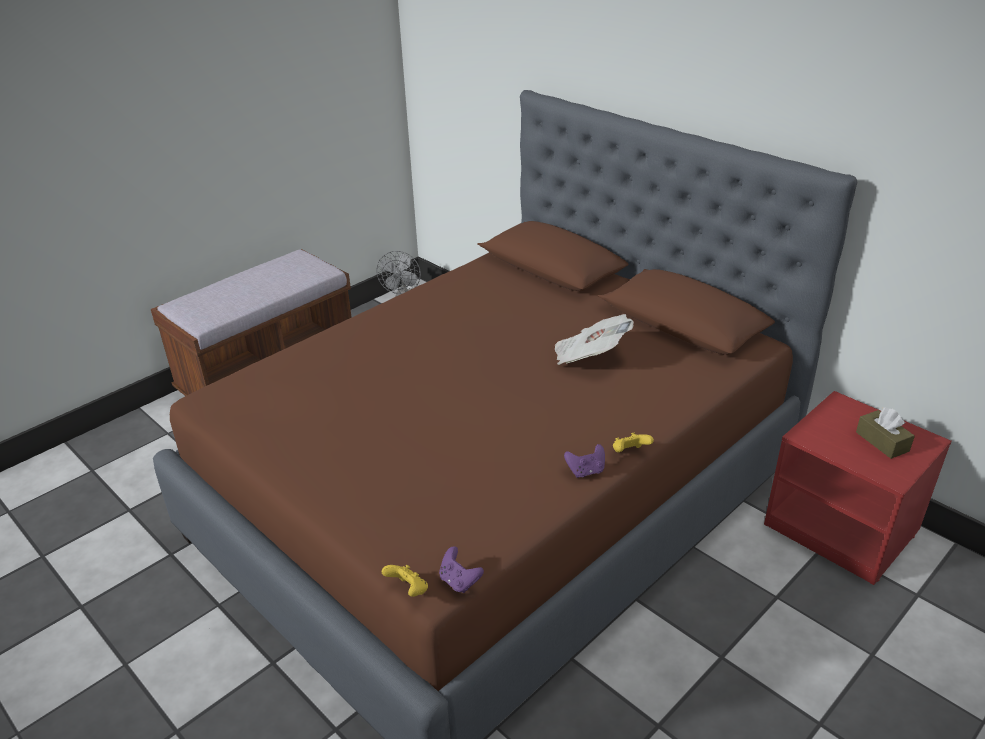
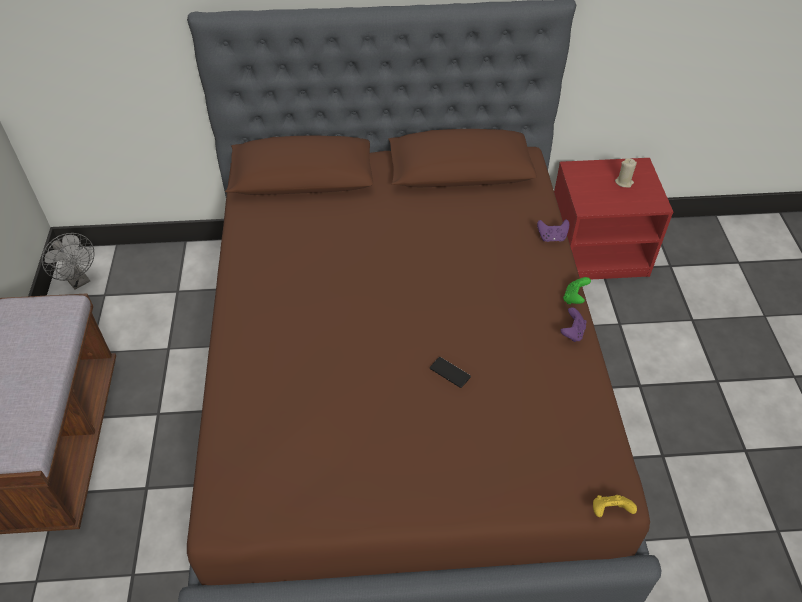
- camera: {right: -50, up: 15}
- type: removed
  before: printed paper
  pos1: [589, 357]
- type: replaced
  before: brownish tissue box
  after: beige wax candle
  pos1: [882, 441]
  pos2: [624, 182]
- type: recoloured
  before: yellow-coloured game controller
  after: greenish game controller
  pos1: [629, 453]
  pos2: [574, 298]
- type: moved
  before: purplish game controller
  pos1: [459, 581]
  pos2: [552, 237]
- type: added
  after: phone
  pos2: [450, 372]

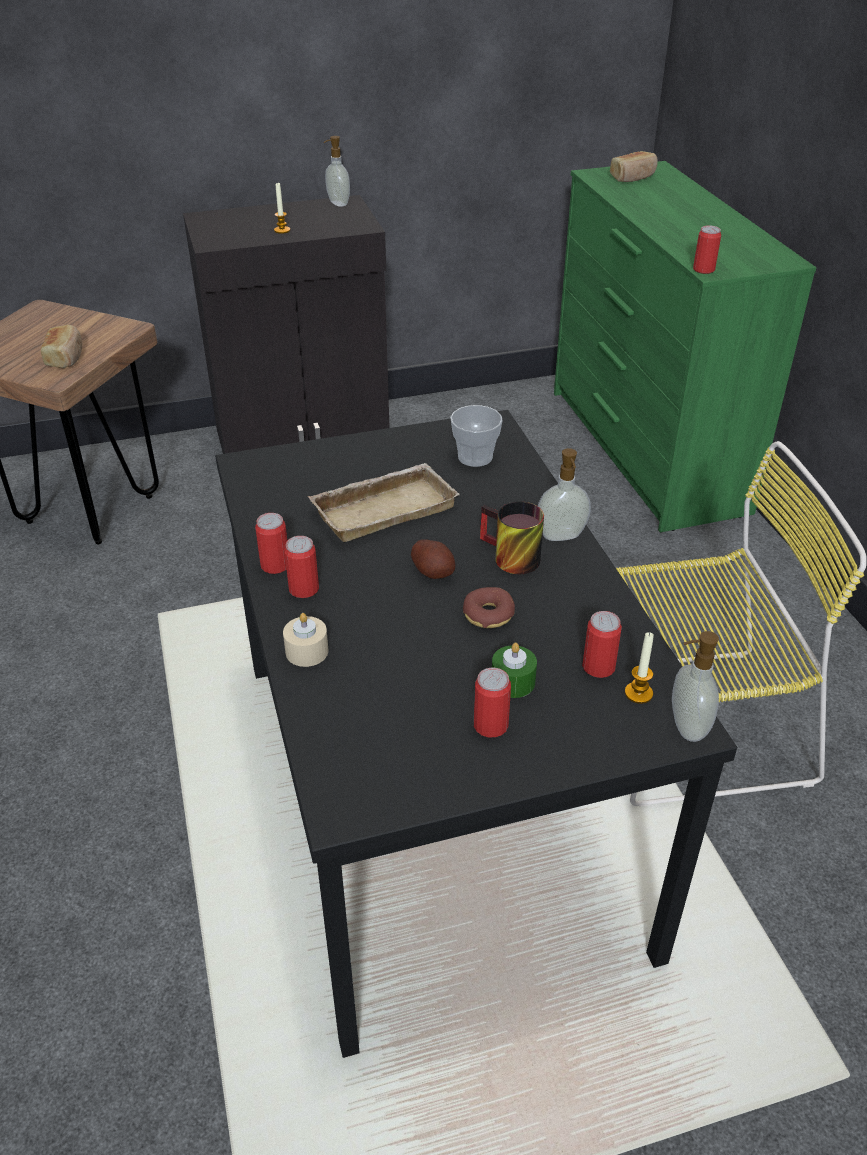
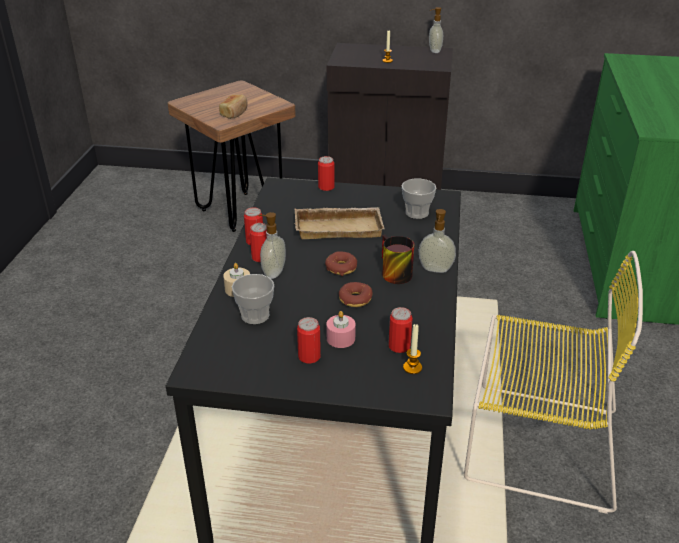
- camera: {right: 25, up: -5}
- type: removed
  before: baked bread
  pos1: [633, 177]
- type: moved
  before: metal can
  pos1: [703, 269]
  pos2: [326, 187]
- type: replaced
  before: spud
  after: ring doughnut
  pos1: [433, 571]
  pos2: [341, 268]
- type: moved
  before: liquid soap bottle
  pos1: [686, 726]
  pos2: [273, 272]
- type: recoloured
  before: greenish wax candle
  after: pink wax candle
  pos1: [513, 681]
  pos2: [340, 338]
- type: added
  after: small cup
  pos2: [255, 315]

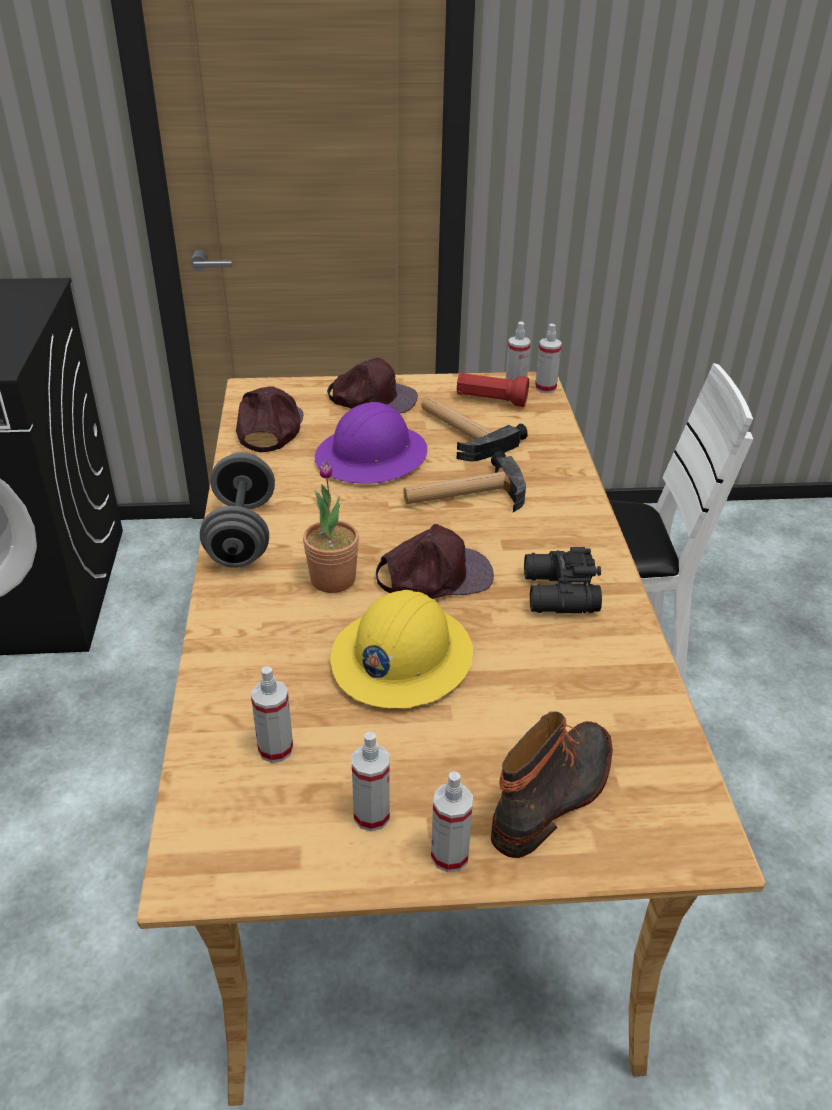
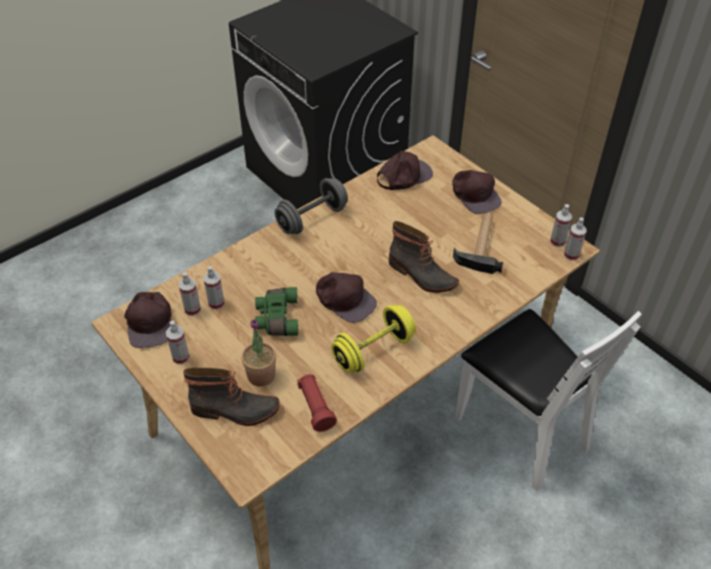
- camera: {right: 55, up: 10}
- type: moved
  before: reddish hand torch
  pos1: [491, 400]
  pos2: [316, 408]
- type: removed
  before: purplish work helmet
  pos1: [372, 457]
- type: replaced
  before: hammer
  after: boot
  pos1: [463, 495]
  pos2: [421, 276]
- type: moved
  before: potted plant
  pos1: [333, 579]
  pos2: [261, 375]
- type: replaced
  before: black pair of binoculars
  after: yellow-coloured free weight
  pos1: [558, 594]
  pos2: [373, 351]
- type: replaced
  before: yellow-coloured work helmet
  after: greenish pair of binoculars
  pos1: [401, 658]
  pos2: [276, 318]
- type: moved
  before: hand sprayer
  pos1: [449, 855]
  pos2: [216, 303]
- type: added
  after: brownish cap
  pos2: [150, 322]

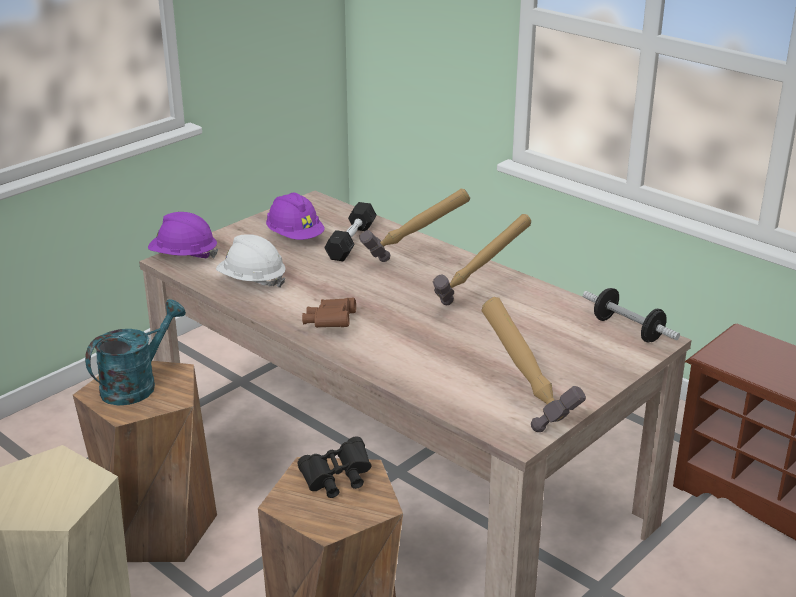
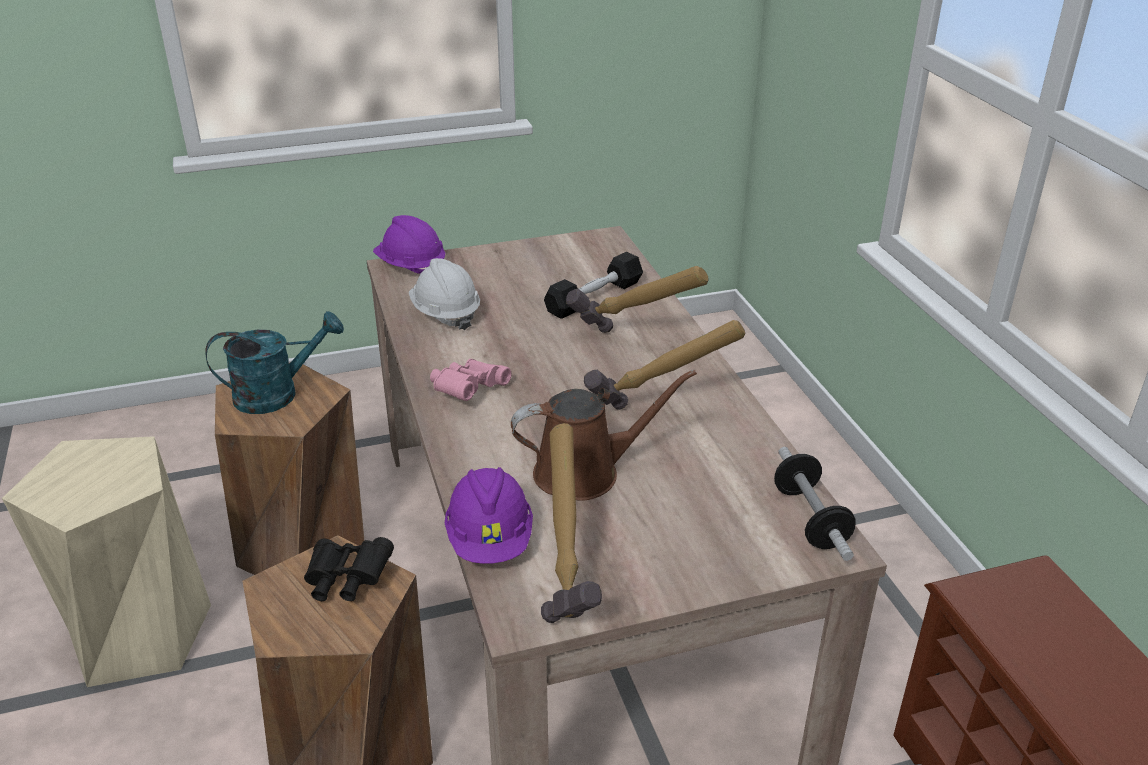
- camera: {right: 30, up: 5}
- type: moved
  before: purplish work helmet
  pos1: [295, 237]
  pos2: [490, 539]
- type: recoloured
  before: brownish pair of binoculars
  after: pink pair of binoculars
  pos1: [330, 324]
  pos2: [468, 391]
- type: added
  after: brownish sprinkling can
  pos2: [585, 472]

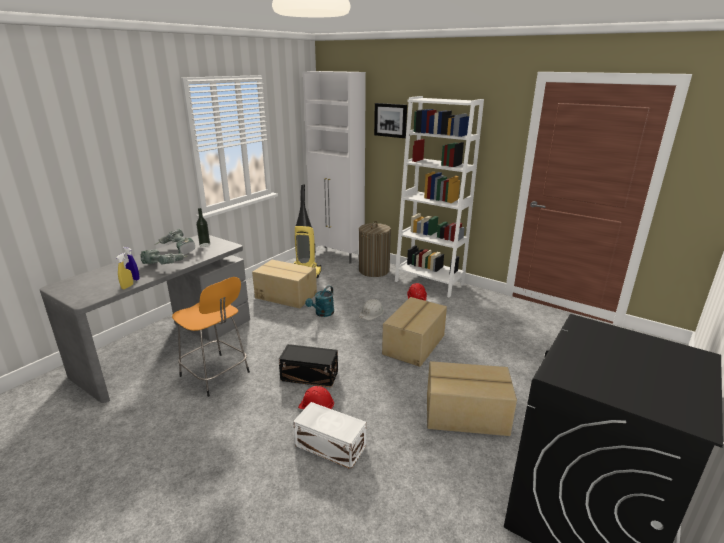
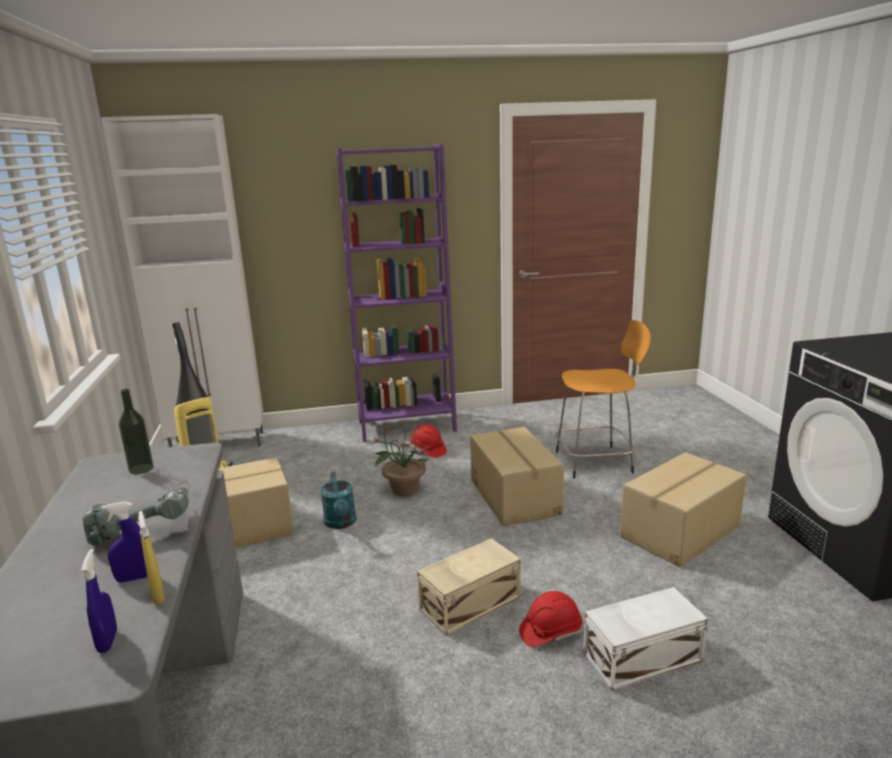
- camera: {right: -45, up: -5}
- type: recoloured
  before: white bookshelf
  after: purplish bookshelf
  pos1: [429, 282]
  pos2: [406, 426]
- type: removed
  before: wall picture
  pos1: [390, 120]
- type: removed
  before: hamper
  pos1: [374, 270]
- type: removed
  before: power drill
  pos1: [177, 250]
- type: moved
  before: orangey stool
  pos1: [216, 375]
  pos2: [596, 462]
- type: replaced
  before: white work helmet
  after: potted plant
  pos1: [371, 313]
  pos2: [404, 489]
- type: recoloured
  before: black storage bin
  after: beige storage bin
  pos1: [309, 375]
  pos2: [468, 603]
- type: added
  after: bluish hand sprayer
  pos2: [107, 641]

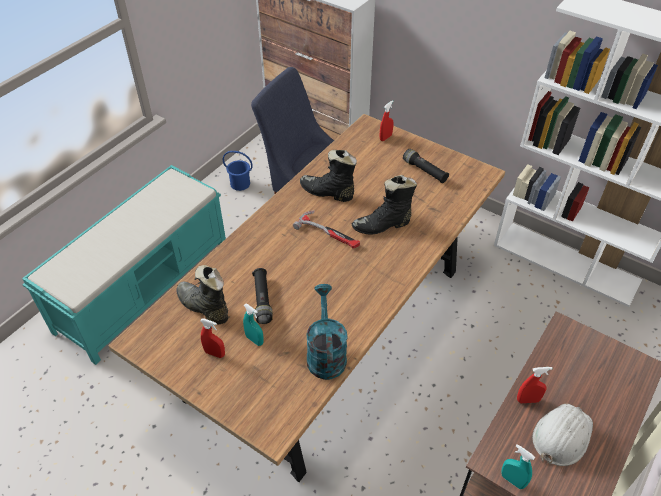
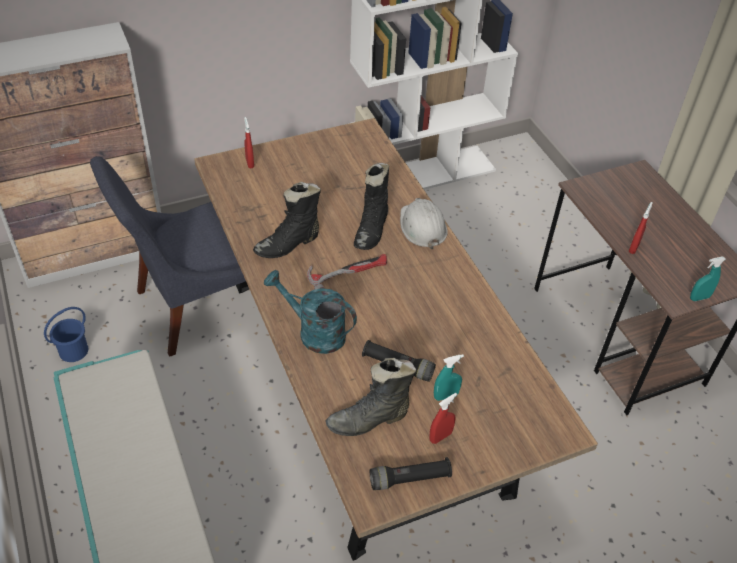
- camera: {right: -60, up: 0}
- type: moved
  before: black hand torch
  pos1: [424, 171]
  pos2: [410, 479]
- type: moved
  before: turquoise sprinkling can
  pos1: [325, 353]
  pos2: [314, 332]
- type: moved
  before: white work helmet
  pos1: [561, 435]
  pos2: [422, 227]

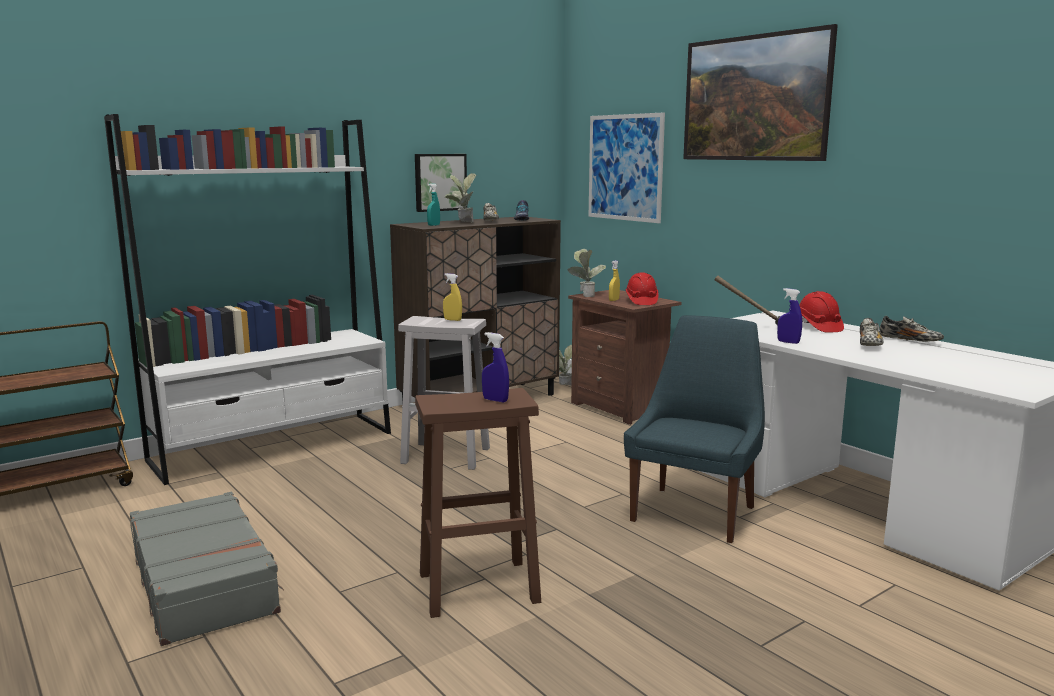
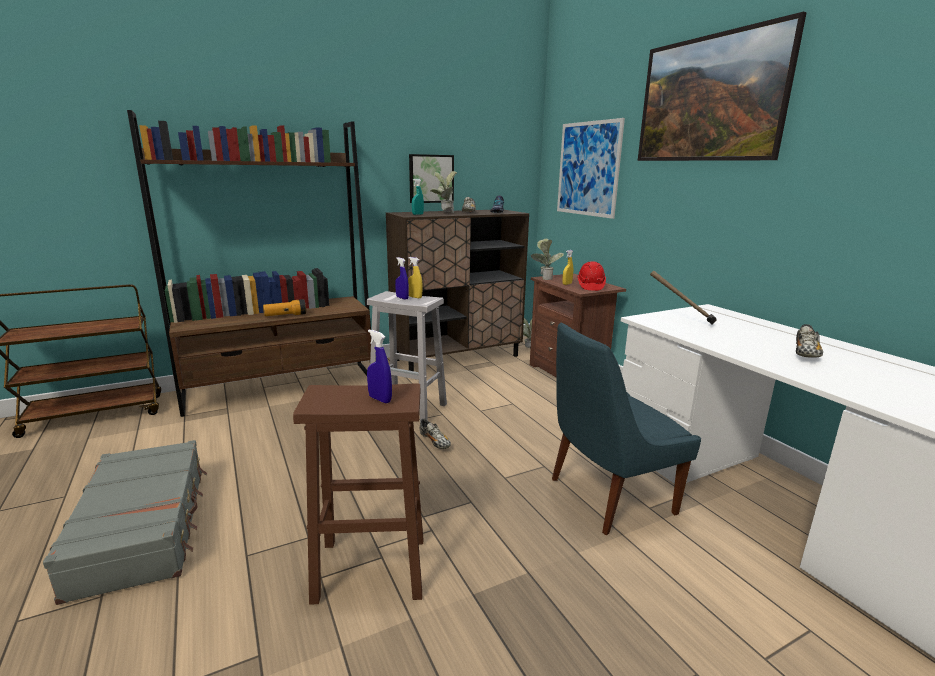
- camera: {right: 10, up: 5}
- type: recoloured
  before: white bookshelf
  after: brownish bookshelf
  pos1: [274, 446]
  pos2: [282, 387]
- type: moved
  before: bluish hand sprayer
  pos1: [788, 342]
  pos2: [402, 298]
- type: removed
  before: reddish work helmet
  pos1: [818, 327]
- type: turned
  before: bluish plain chair
  pos1: [695, 512]
  pos2: [607, 497]
  turn: -150
- type: moved
  before: item of footwear
  pos1: [910, 341]
  pos2: [435, 442]
- type: added
  after: hand torch
  pos2: [285, 315]

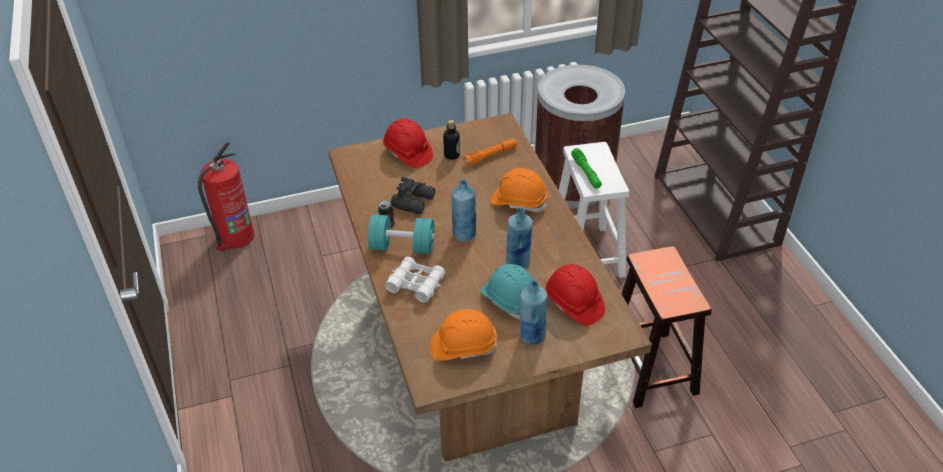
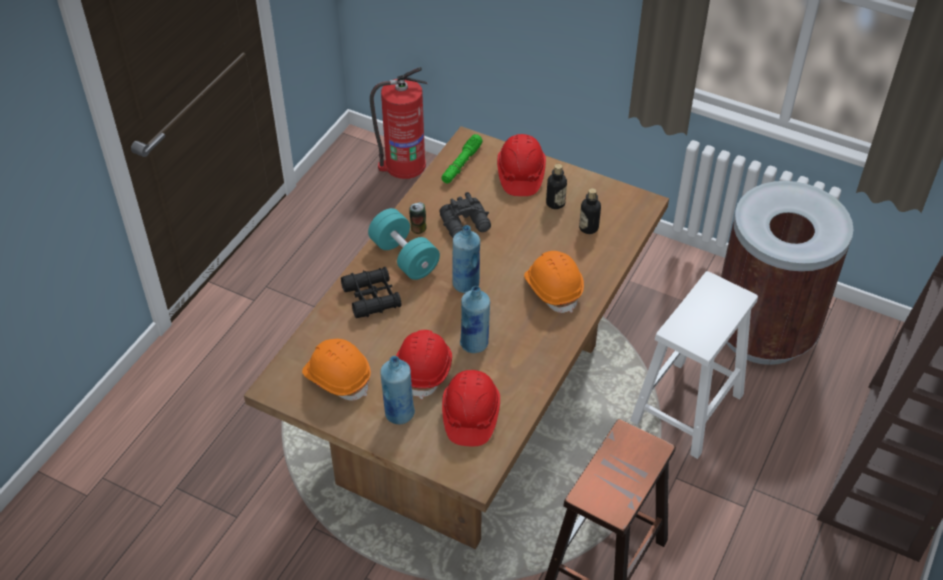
- camera: {right: 45, up: 5}
- type: replaced
  before: orangey hand torch
  after: bottle
  pos1: [490, 156]
  pos2: [588, 228]
- type: moved
  before: greenish hand torch
  pos1: [586, 172]
  pos2: [461, 164]
- type: recoloured
  before: white pair of binoculars
  after: black pair of binoculars
  pos1: [416, 284]
  pos2: [372, 297]
- type: recoloured
  before: turquoise work helmet
  after: reddish work helmet
  pos1: [510, 299]
  pos2: [425, 369]

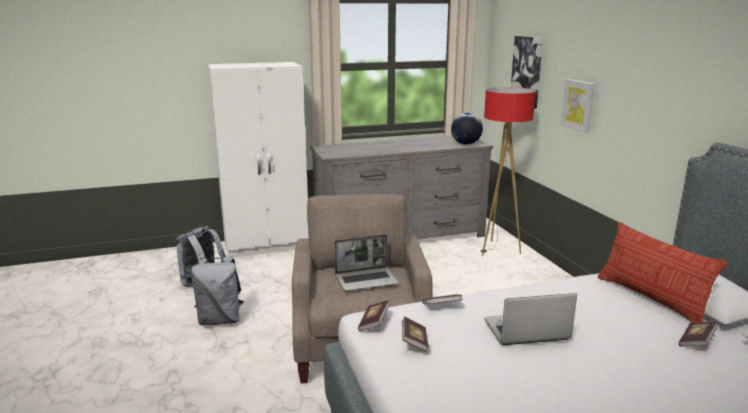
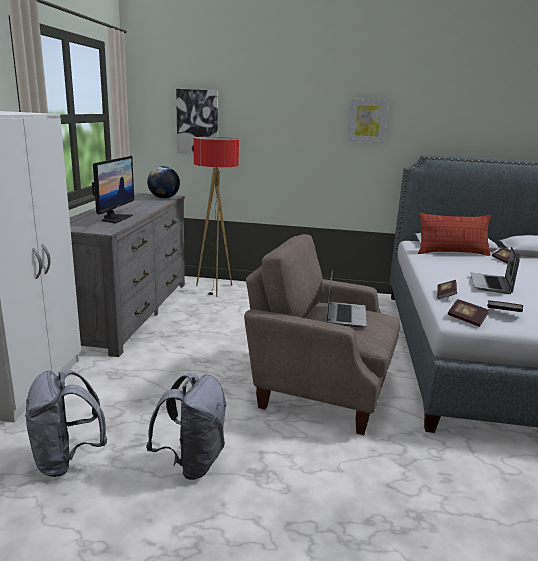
- camera: {right: -65, up: 0}
- type: moved
  before: wall picture
  pos1: [578, 105]
  pos2: [367, 120]
- type: added
  after: computer screen
  pos2: [115, 218]

